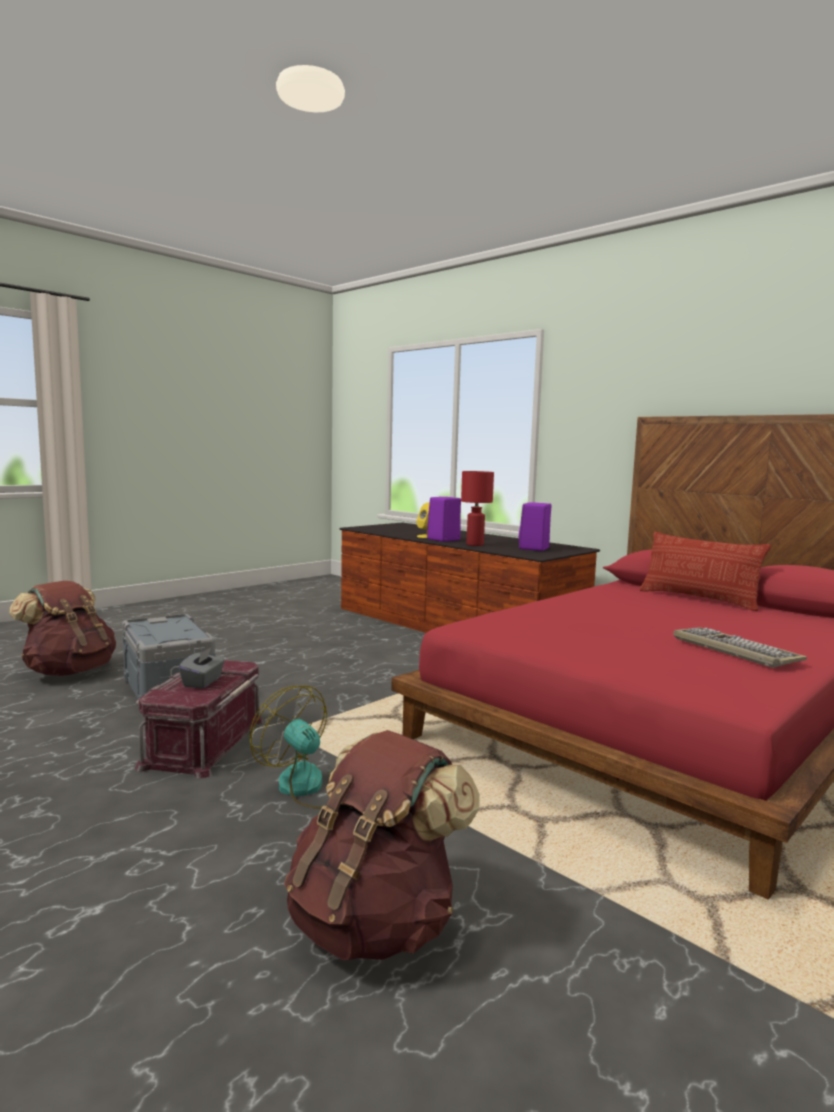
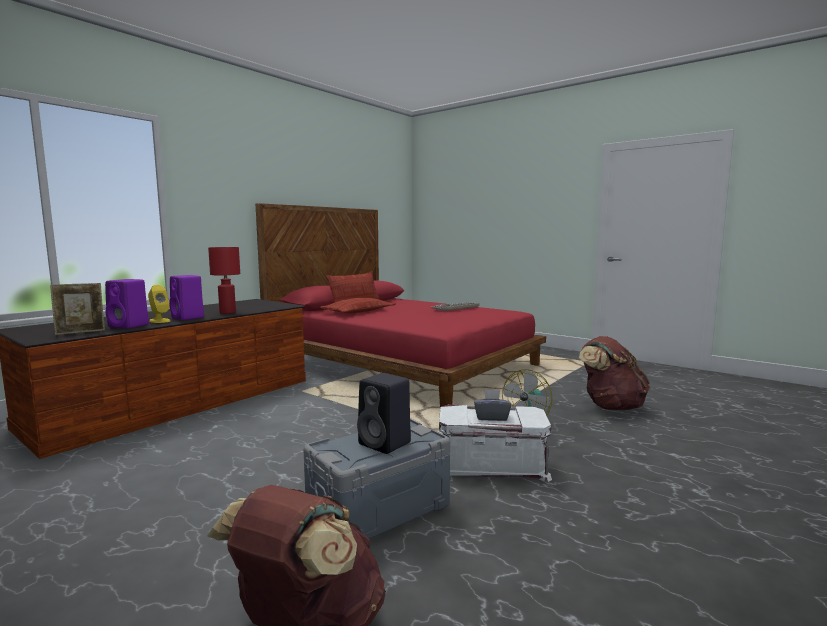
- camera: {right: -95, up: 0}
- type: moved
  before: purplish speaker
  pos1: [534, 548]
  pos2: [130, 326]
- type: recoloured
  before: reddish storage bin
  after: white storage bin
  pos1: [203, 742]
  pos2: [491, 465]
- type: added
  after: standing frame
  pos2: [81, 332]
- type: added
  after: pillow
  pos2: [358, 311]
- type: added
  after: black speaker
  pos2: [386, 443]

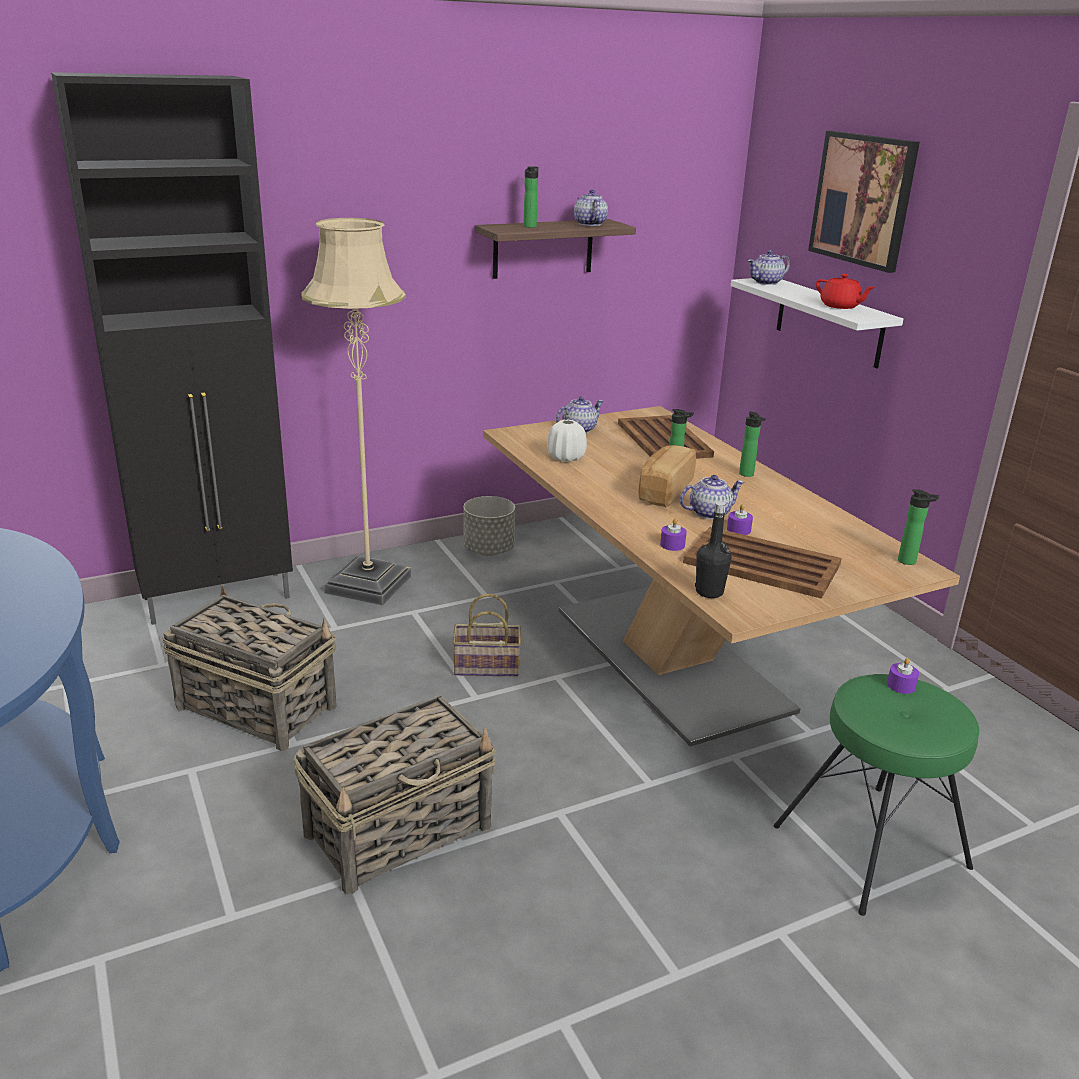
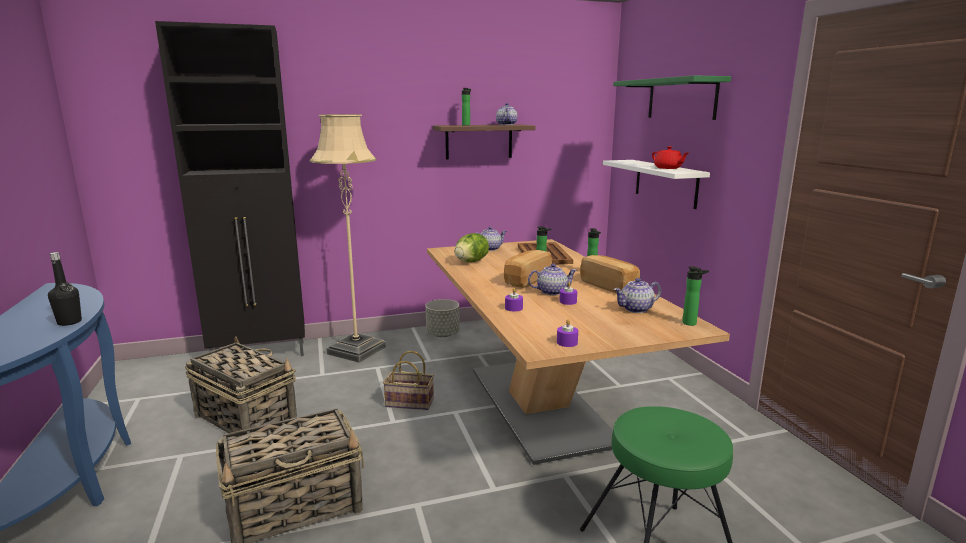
- camera: {right: 10, up: -10}
- type: replaced
  before: wall picture
  after: greenish wall shelf
  pos1: [863, 200]
  pos2: [681, 99]
- type: moved
  before: tea pot
  pos1: [766, 282]
  pos2: [636, 309]
- type: replaced
  before: white decorative vase
  after: lettuce
  pos1: [566, 457]
  pos2: [471, 262]
- type: moved
  before: black bottle
  pos1: [709, 592]
  pos2: [69, 322]
- type: removed
  before: brownish tray
  pos1: [763, 564]
- type: moved
  before: purplish wax candle
  pos1: [901, 685]
  pos2: [567, 342]
- type: added
  after: baked bread
  pos2: [609, 286]

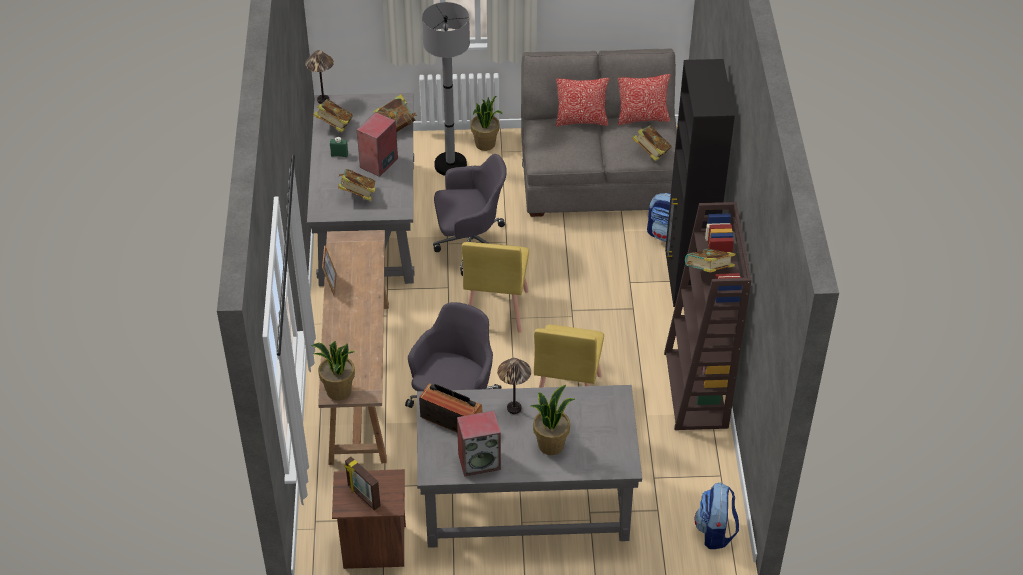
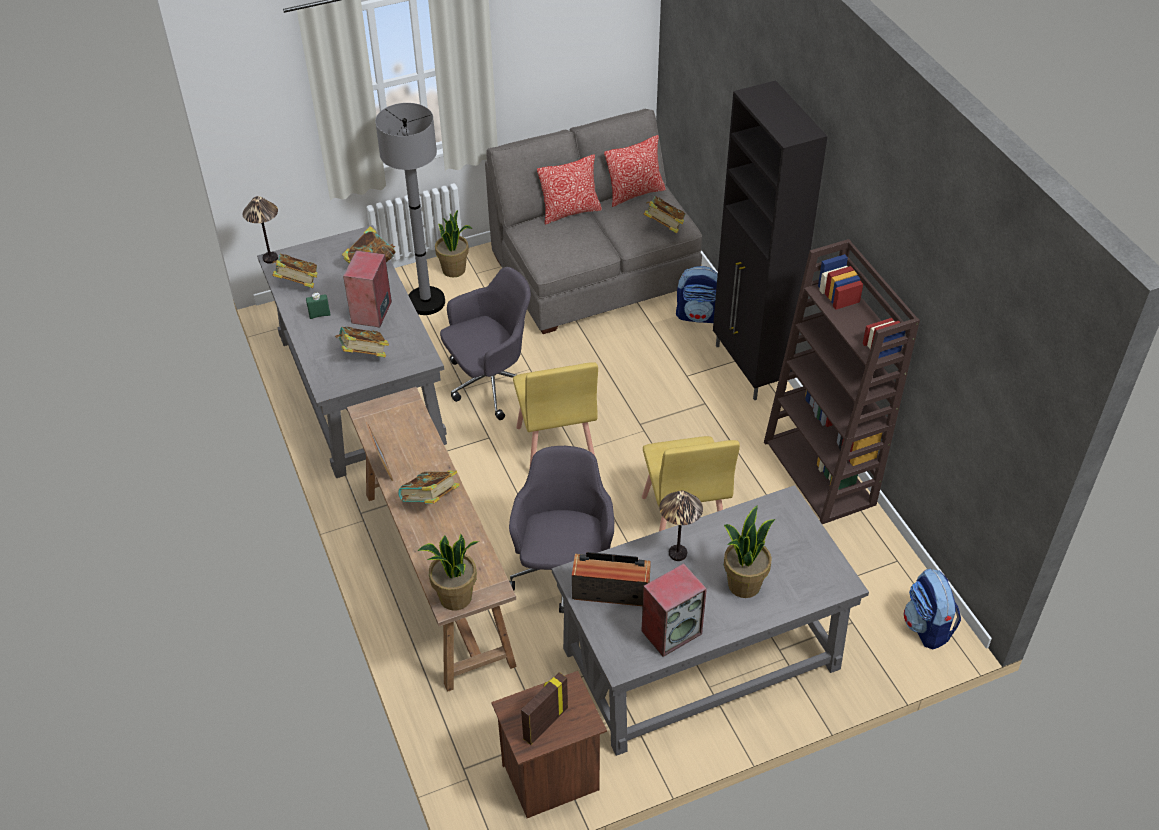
- camera: {right: -20, up: 0}
- type: moved
  before: book
  pos1: [708, 272]
  pos2: [430, 501]
- type: turned
  before: standing frame
  pos1: [363, 497]
  pos2: [545, 723]
  turn: 105

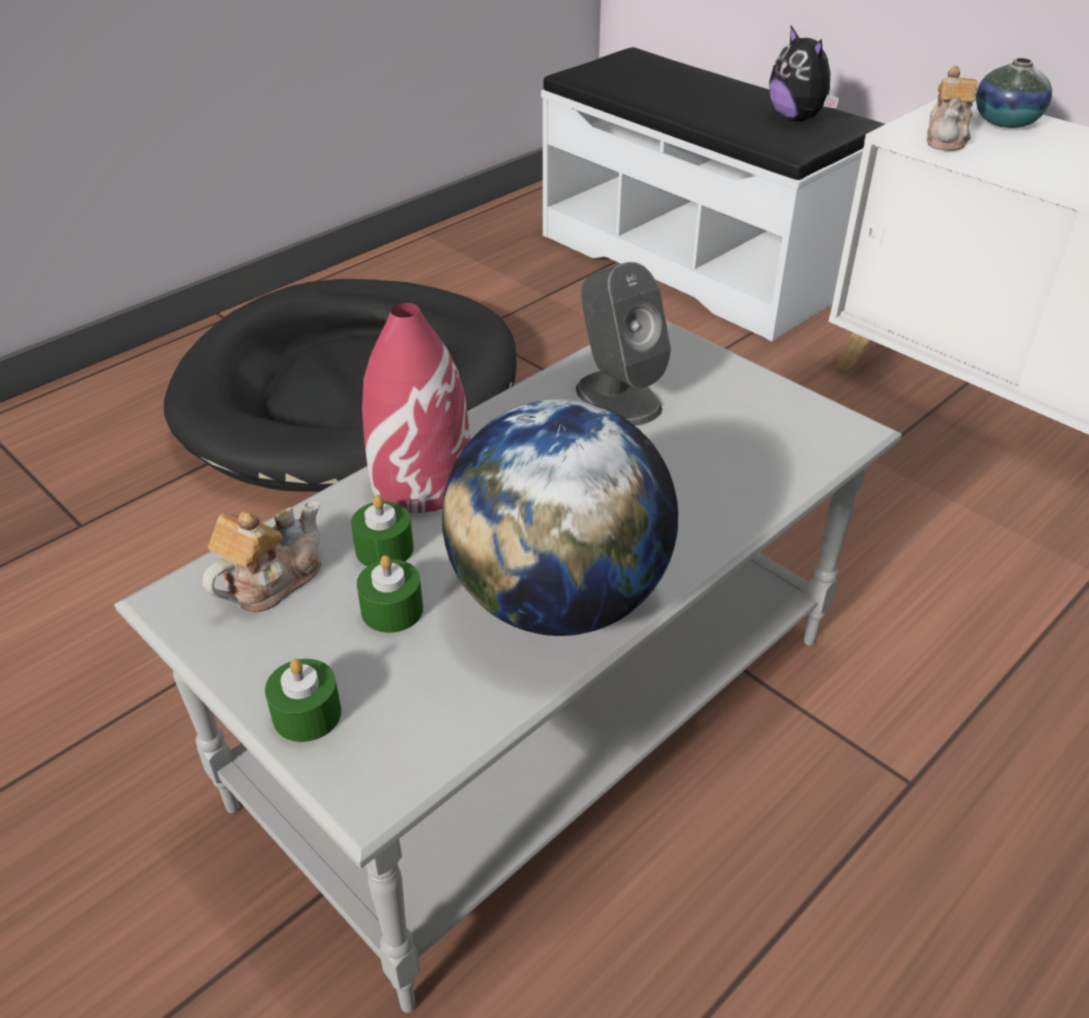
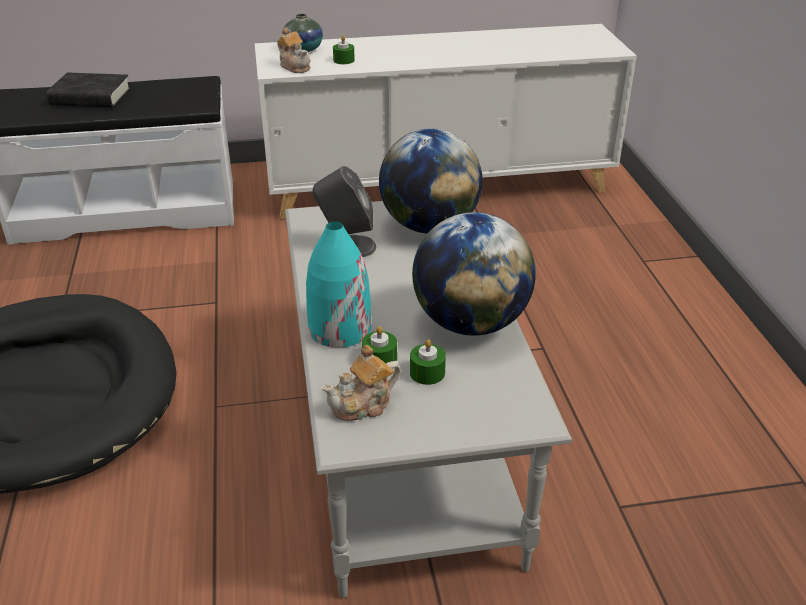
- camera: {right: -55, up: -5}
- type: removed
  before: soft toy
  pos1: [798, 118]
- type: recoloured
  before: reddish decorative vase
  after: turquoise decorative vase
  pos1: [421, 480]
  pos2: [339, 329]
- type: turned
  before: tea pot
  pos1: [270, 580]
  pos2: [363, 405]
  turn: -105
- type: moved
  before: greenish wax candle
  pos1: [307, 714]
  pos2: [344, 60]
- type: added
  after: black book
  pos2: [91, 97]
- type: added
  after: globe
  pos2: [429, 226]

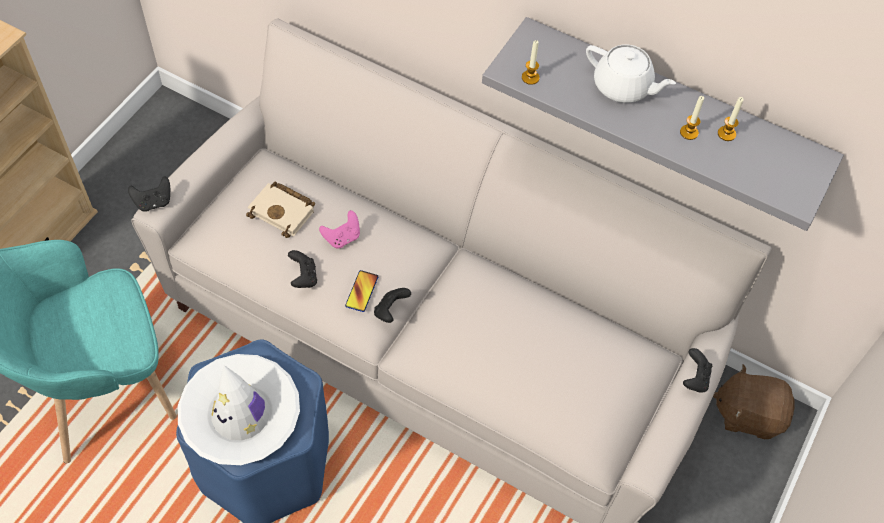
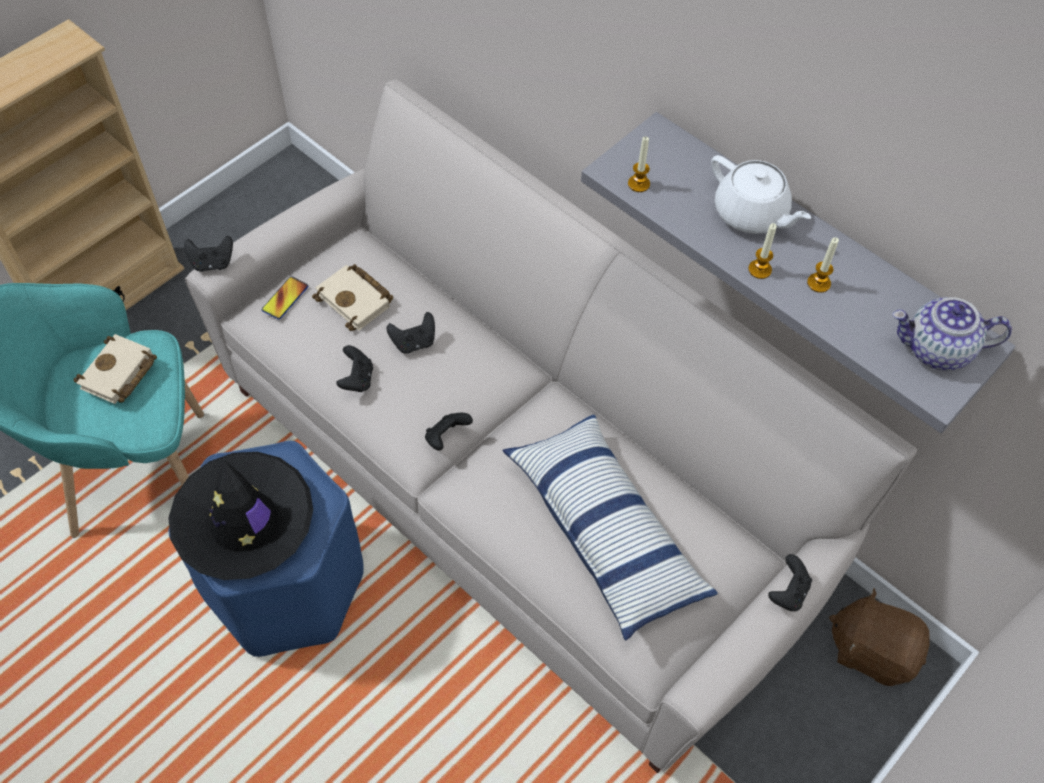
- camera: {right: 15, up: 0}
- type: moved
  before: wax candle
  pos1: [726, 134]
  pos2: [759, 269]
- type: recoloured
  before: pink game controller
  after: black game controller
  pos1: [342, 238]
  pos2: [414, 342]
- type: moved
  before: phone
  pos1: [361, 291]
  pos2: [285, 298]
- type: recoloured
  before: white hat
  after: black hat
  pos1: [241, 415]
  pos2: [245, 522]
- type: added
  after: tea pot
  pos2: [936, 350]
- type: added
  after: beige book
  pos2: [118, 375]
- type: added
  after: pillow
  pos2: [605, 532]

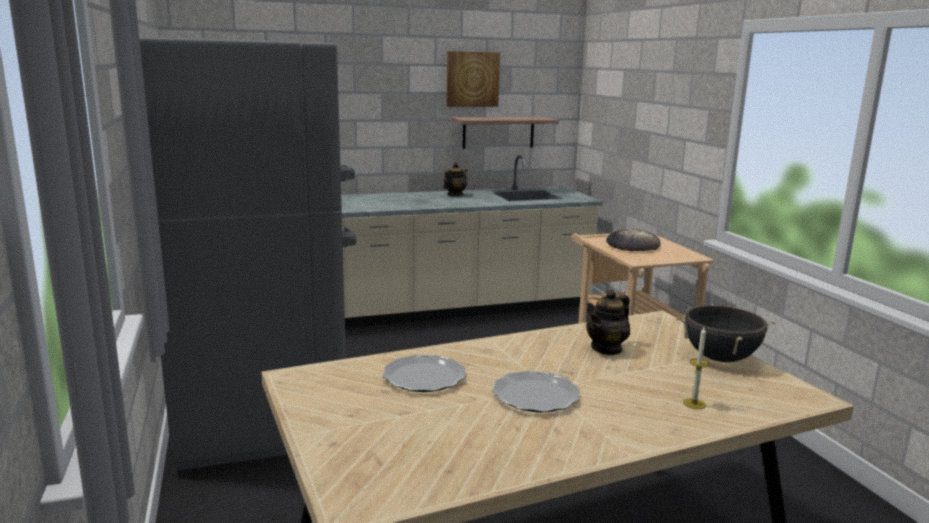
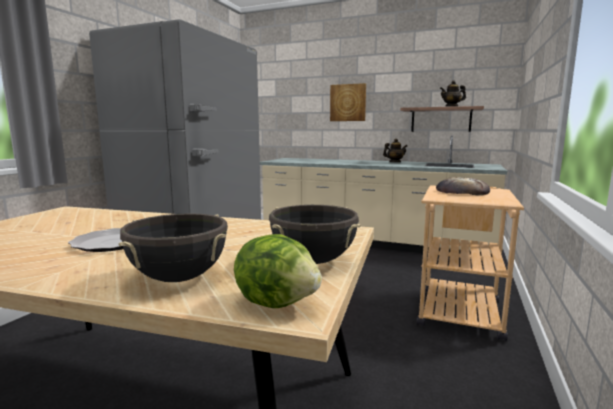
- camera: {right: 40, up: -5}
- type: moved
  before: wall picture
  pos1: [472, 79]
  pos2: [348, 102]
- type: moved
  before: tea pot
  pos1: [607, 349]
  pos2: [452, 106]
- type: replaced
  before: wax candle
  after: black saucepot
  pos1: [694, 404]
  pos2: [179, 278]
- type: removed
  before: dinner plate
  pos1: [424, 377]
- type: added
  after: lettuce
  pos2: [278, 302]

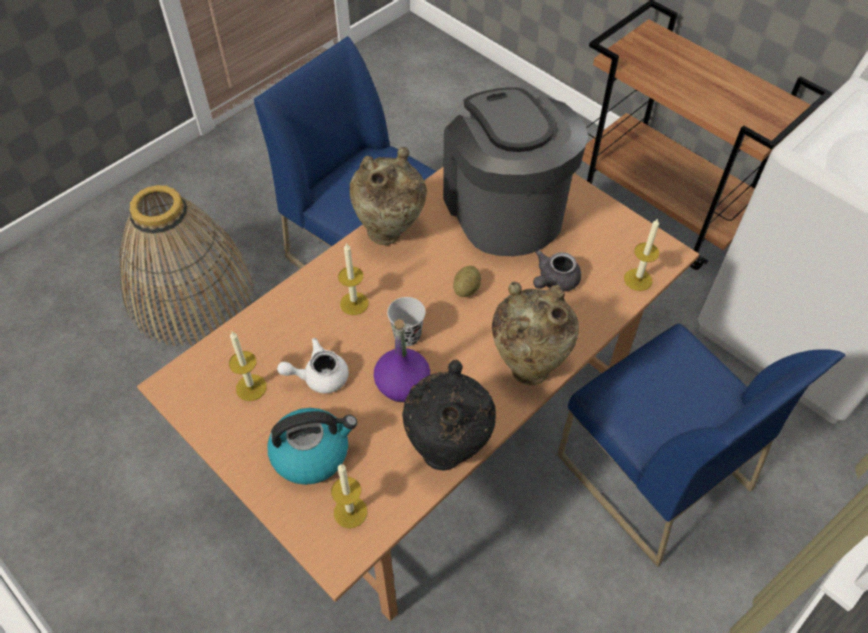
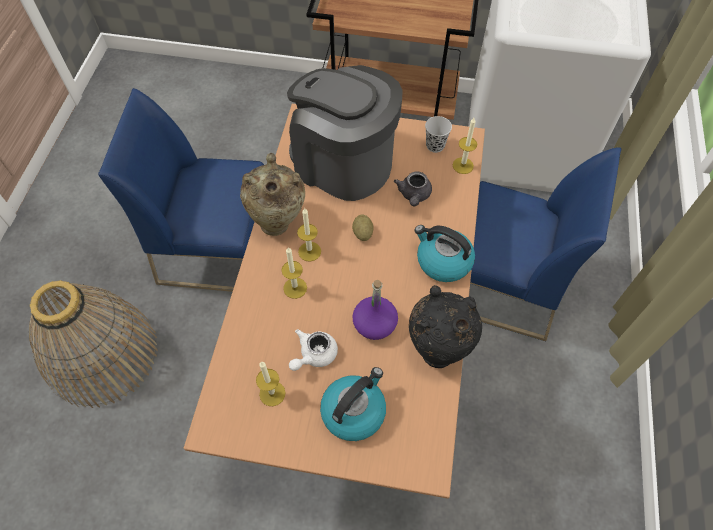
- camera: {right: -35, up: 5}
- type: replaced
  before: beige decorative vase
  after: tea kettle
  pos1: [528, 365]
  pos2: [442, 261]
- type: moved
  before: black small cup
  pos1: [407, 336]
  pos2: [435, 146]
- type: moved
  before: wax candle
  pos1: [350, 512]
  pos2: [309, 251]

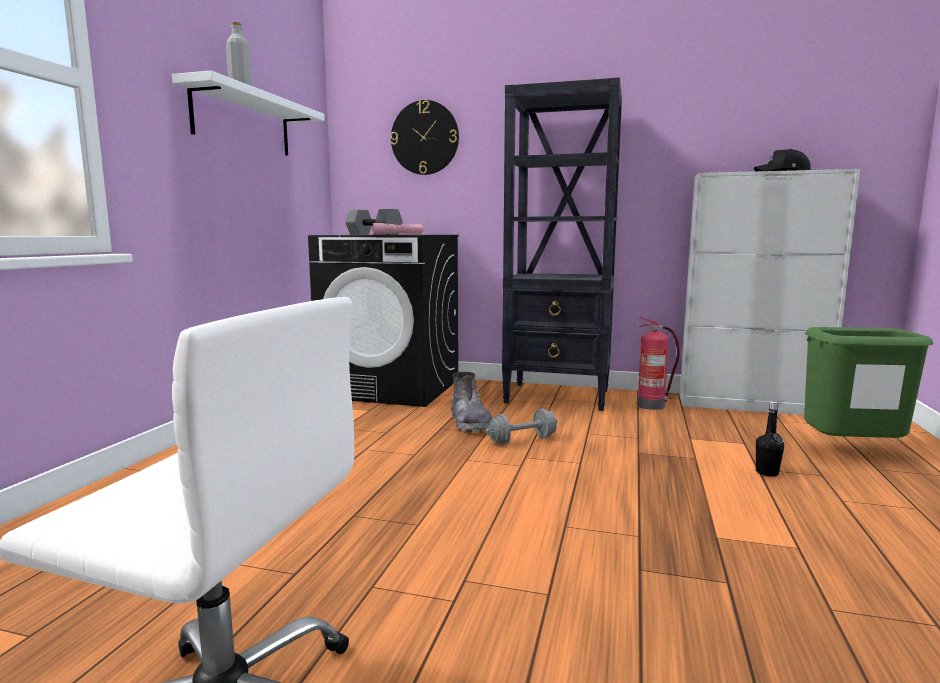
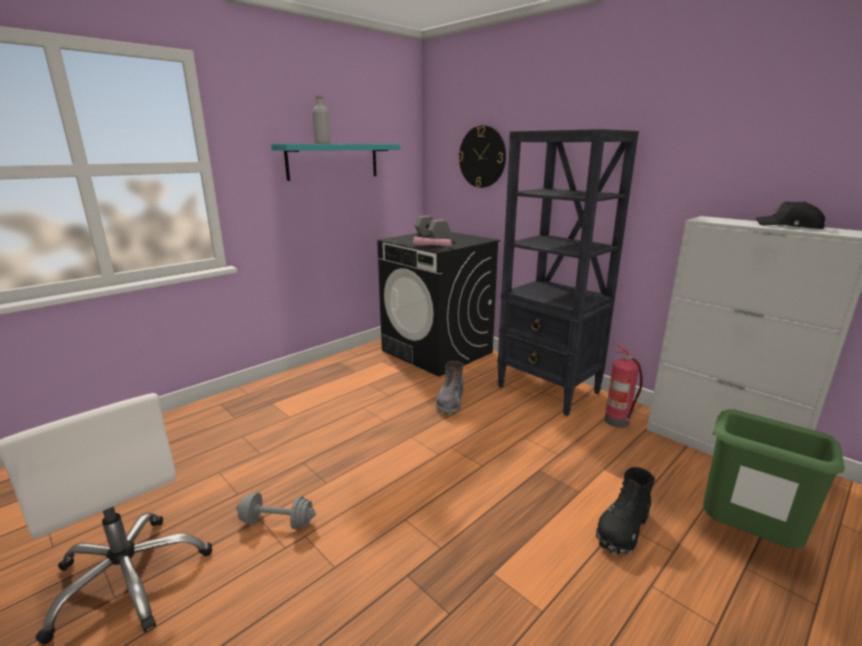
- camera: {right: 30, up: 10}
- type: recoloured
  before: white wall shelf
  after: turquoise wall shelf
  pos1: [243, 122]
  pos2: [333, 161]
- type: replaced
  before: black bottle
  after: black boot
  pos1: [767, 472]
  pos2: [622, 529]
- type: moved
  before: grey free weight
  pos1: [522, 440]
  pos2: [277, 522]

